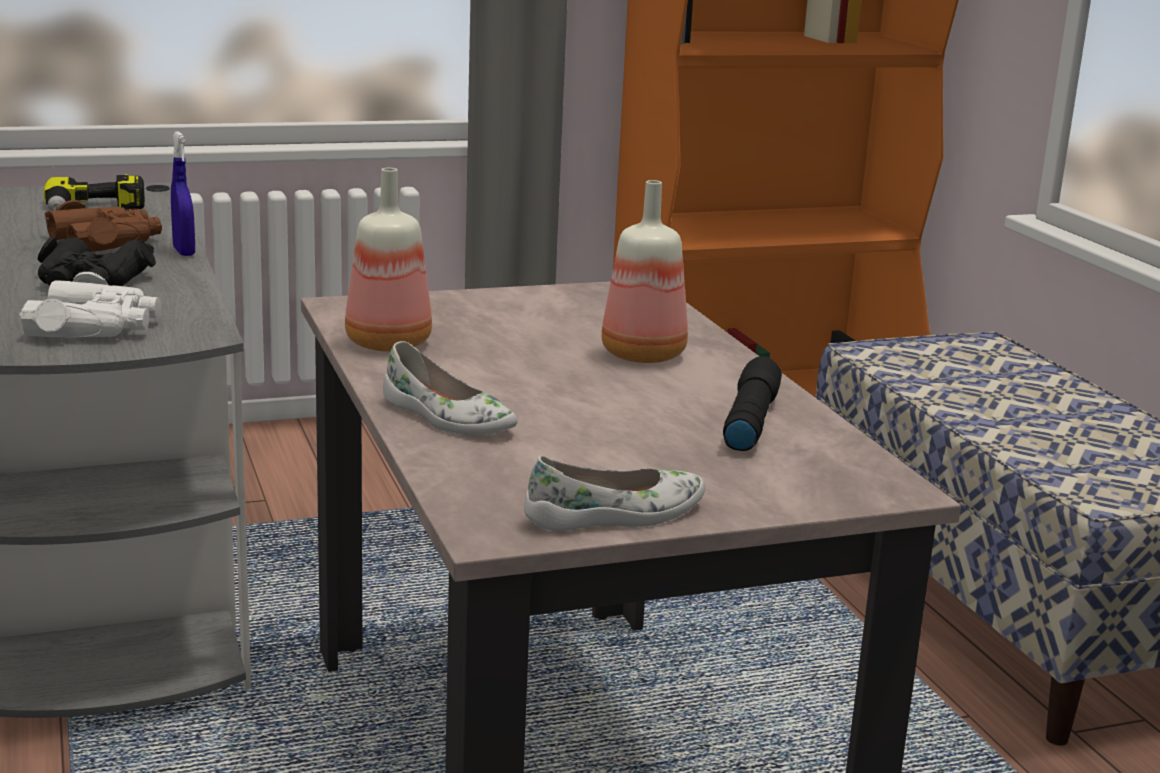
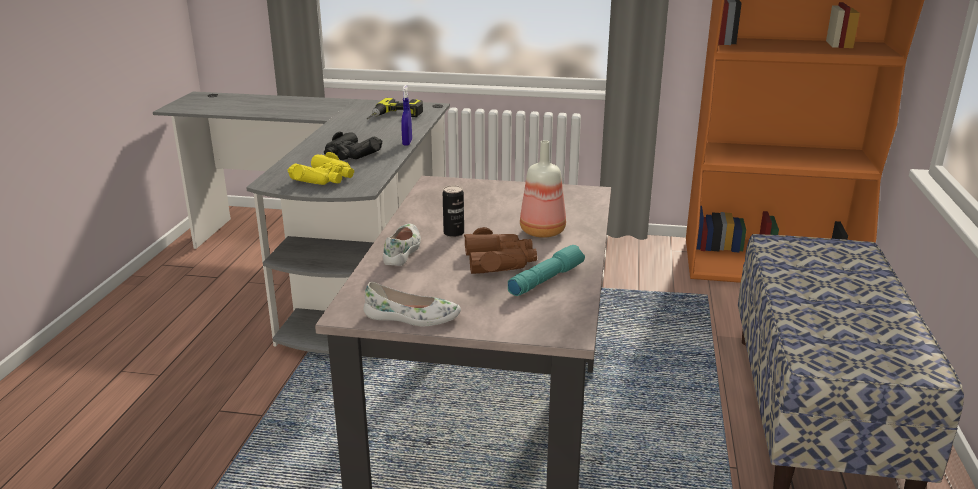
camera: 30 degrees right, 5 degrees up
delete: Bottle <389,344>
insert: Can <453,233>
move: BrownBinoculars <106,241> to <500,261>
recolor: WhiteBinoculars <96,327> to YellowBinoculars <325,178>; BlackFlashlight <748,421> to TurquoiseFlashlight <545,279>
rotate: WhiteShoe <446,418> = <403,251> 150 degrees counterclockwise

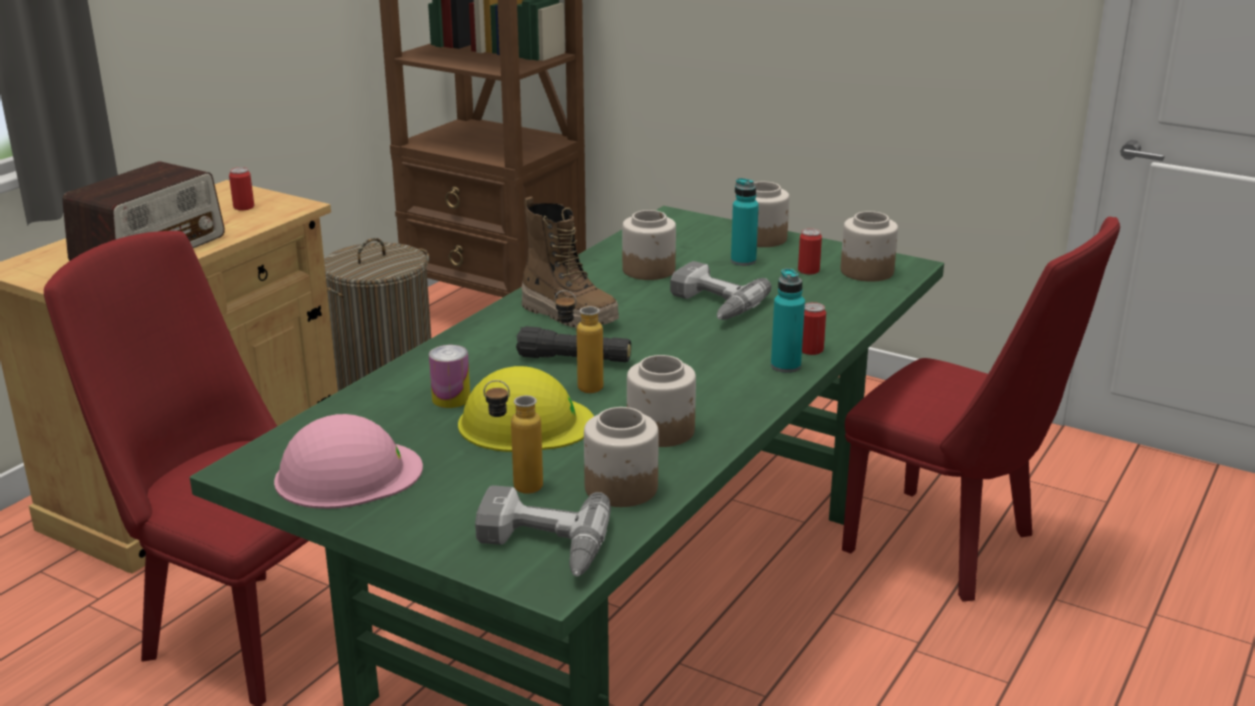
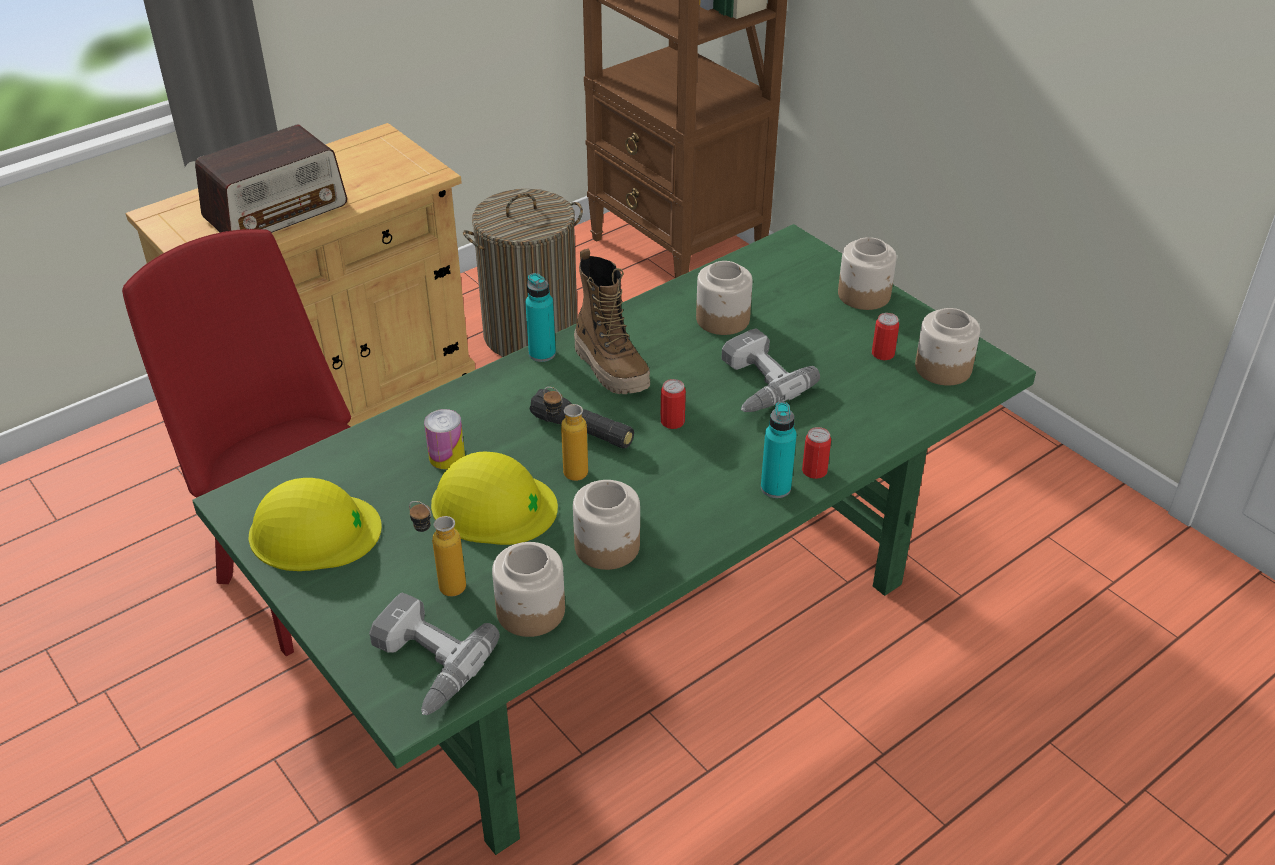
camera: 20 degrees right, 15 degrees up
delete: RedChair <954,548>
move: Can <244,207> to <672,422>; TurquoiseBottle <743,261> to <542,354>
recolor: PinkHardHat <347,474> to YellowHardHat <314,531>

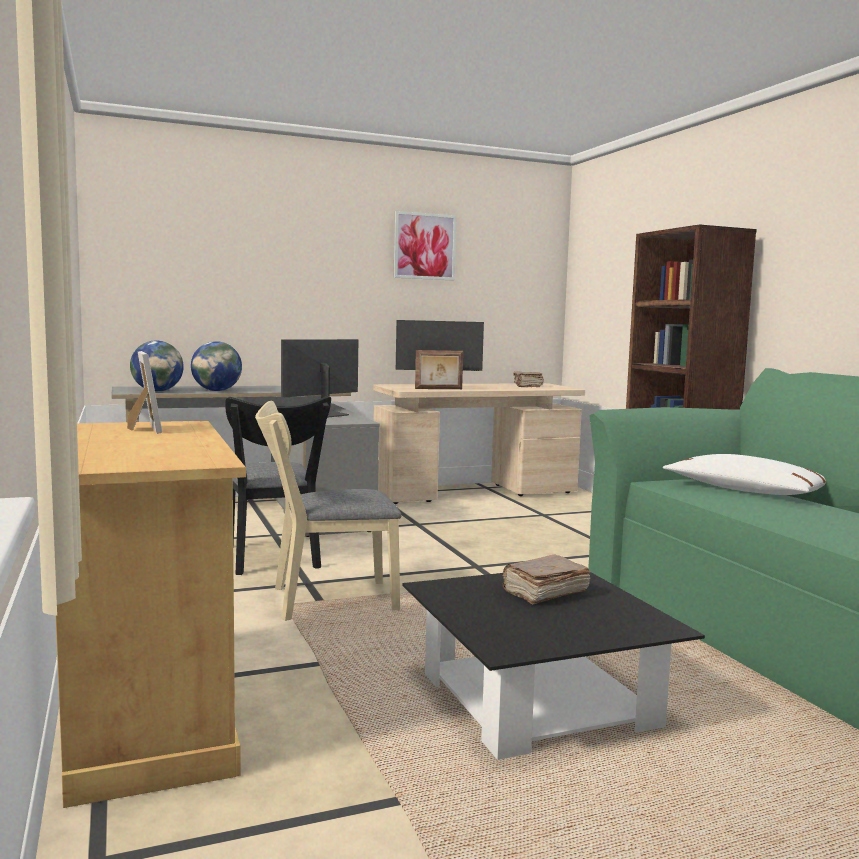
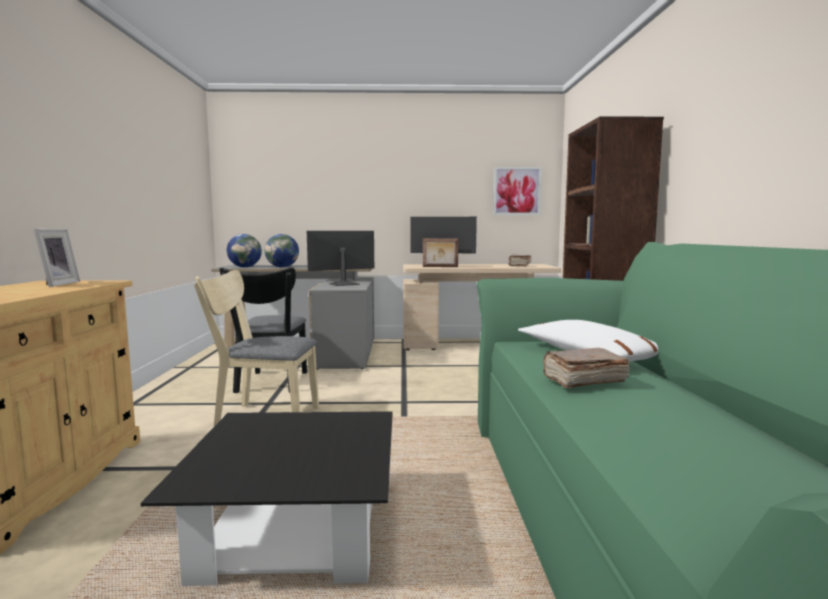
camera: 20 degrees right, 0 degrees up
move: Picture <424,246> to <517,191>; BrownBook <544,593> to <582,380>

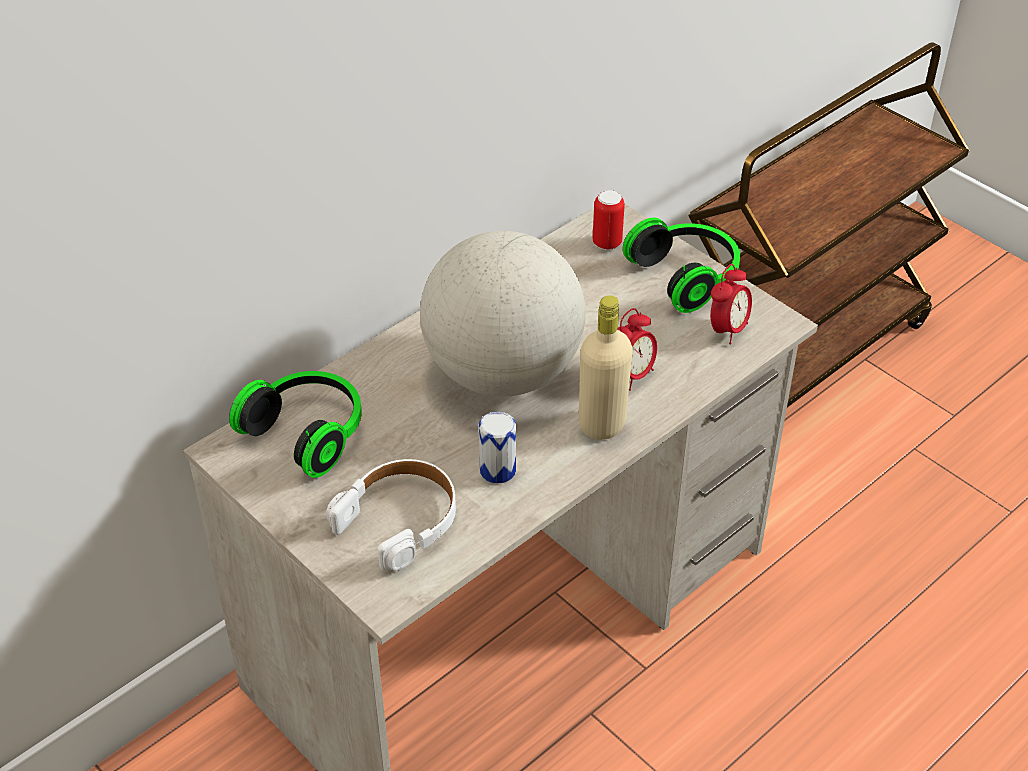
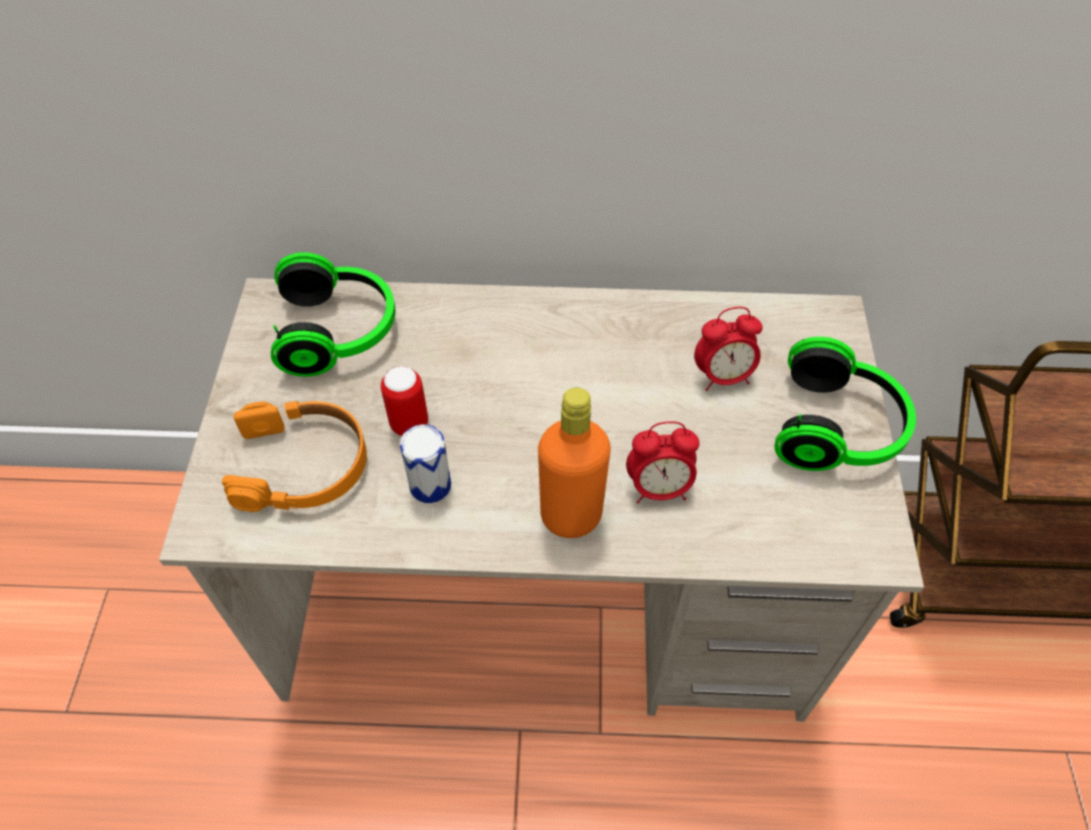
camera: 45 degrees right, 10 degrees up
delete: Globe <502,373>
move: Can <607,243> to <409,424>; AlarmClock <727,330> to <722,376>
recolor: BeigeBottle <602,424> to OrangeBottle <571,516>; WhiteHeadphones <399,520> to OrangeHeadphones <303,465>

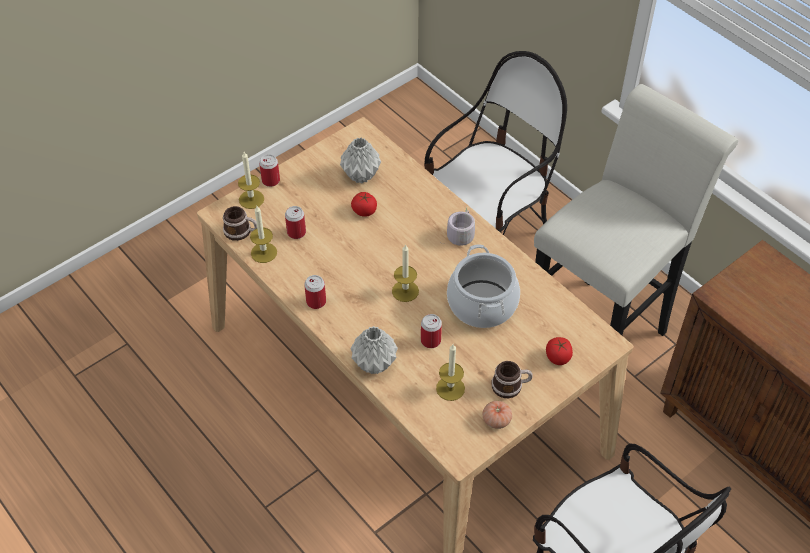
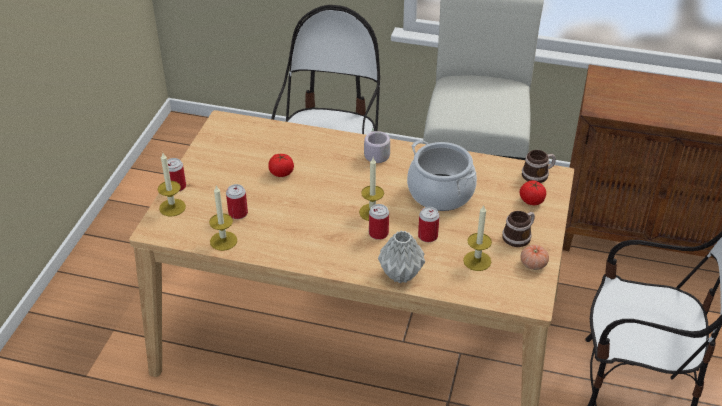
camera: 35 degrees left, 10 degrees down
delete: GreyVase <360,176>
move: Mug <241,232> to <538,175>; Can <316,301> to <378,233>

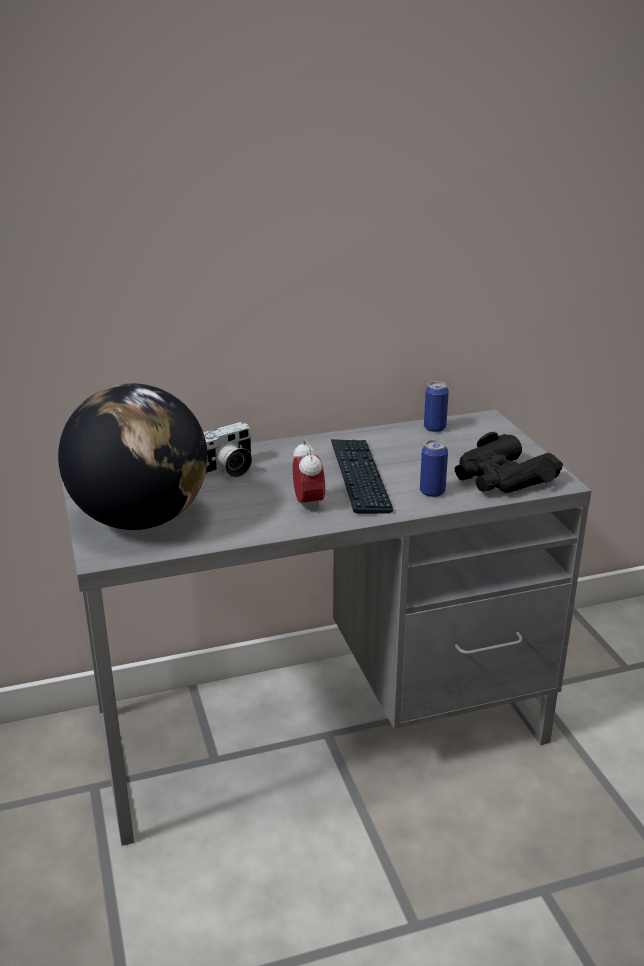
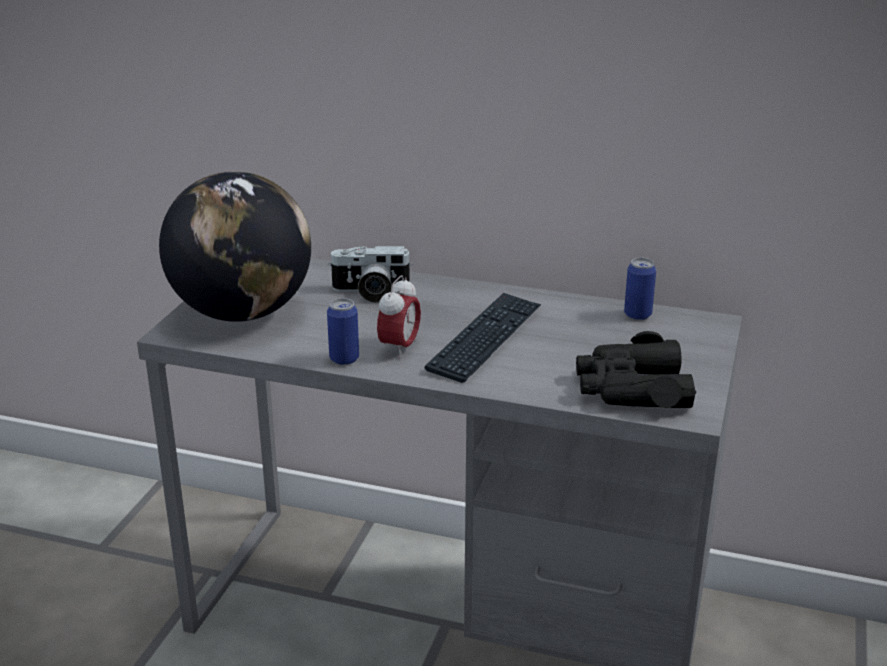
camera: 35 degrees right, 0 degrees up
move: Can <432,492> to <344,359>

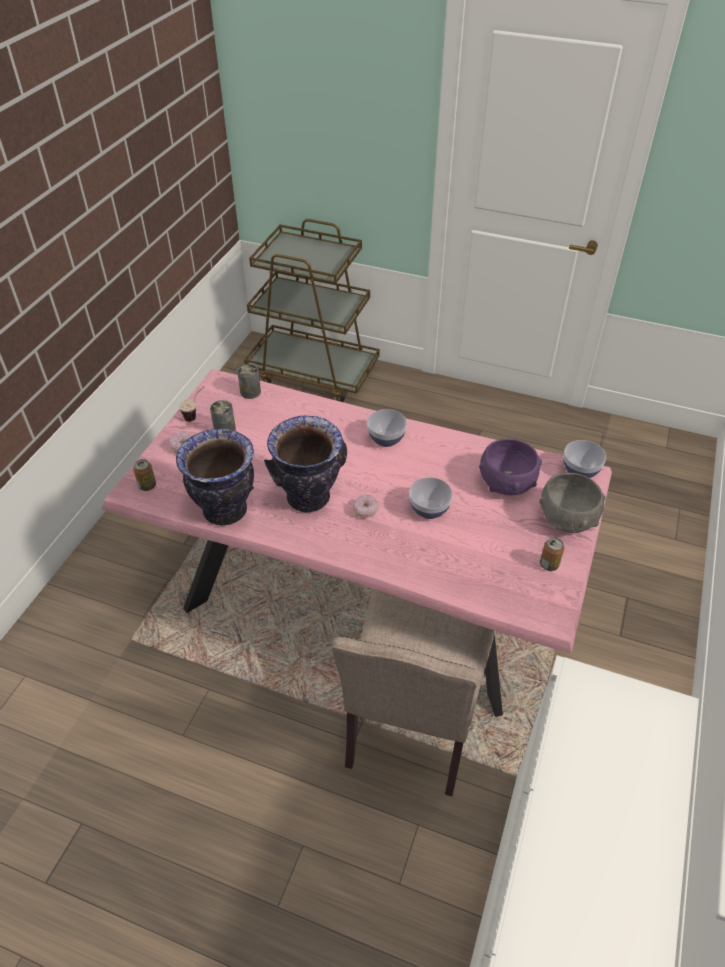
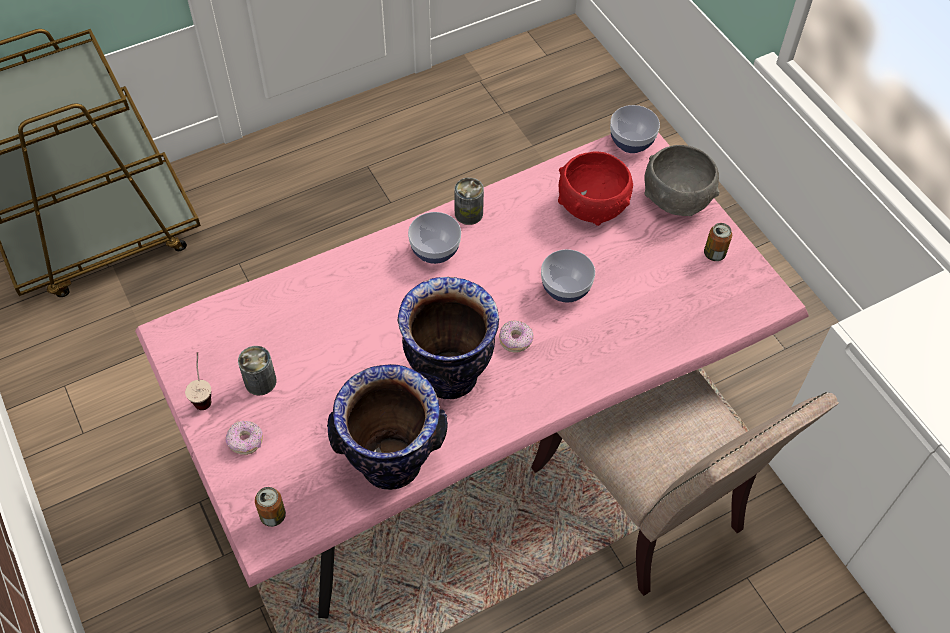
camera: 50 degrees left, 10 degrees up
move: Can <250,392> to <468,213>
recolor: PurpleBowl <506,483> to RedBowl <592,206>

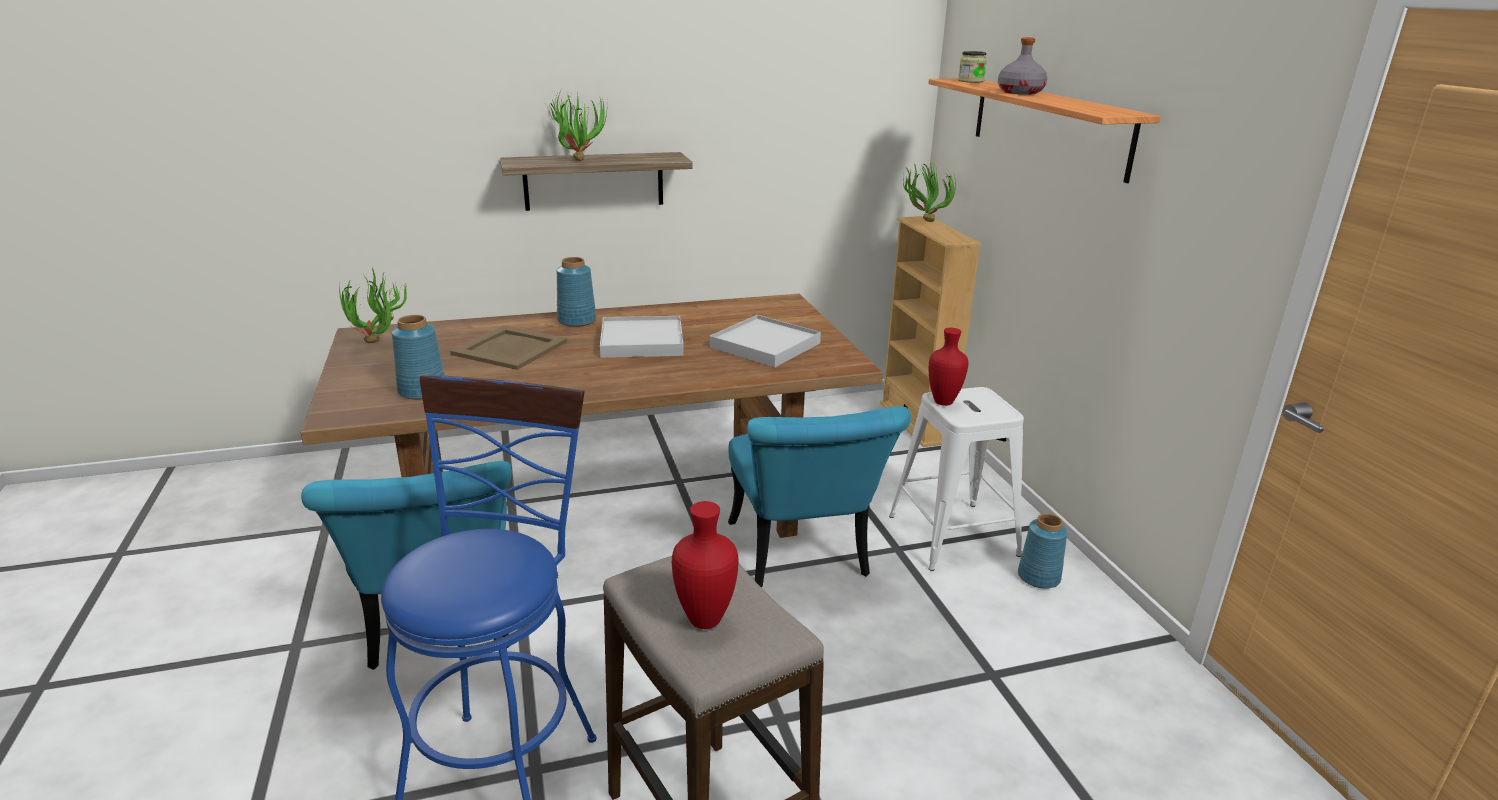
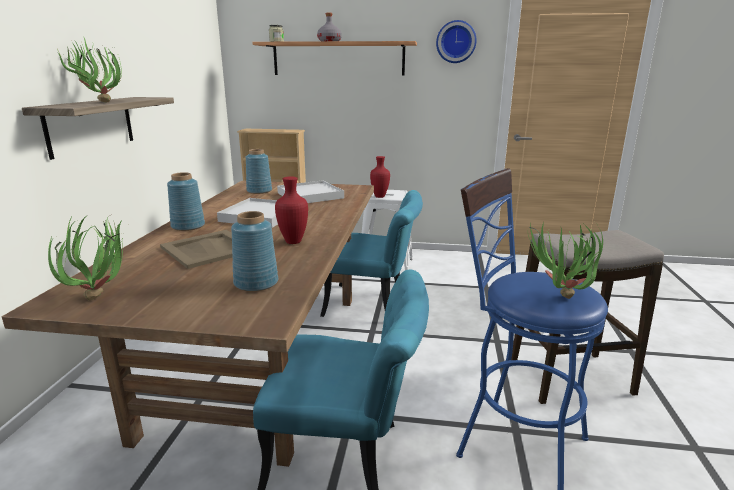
camera: 65 degrees left, 5 degrees down
insert: WallClock <456,42>
move: PottedPlant <922,220> to <561,300>; RedVase <707,620> to <294,241>; BlueVase <1038,577> to <259,191>

